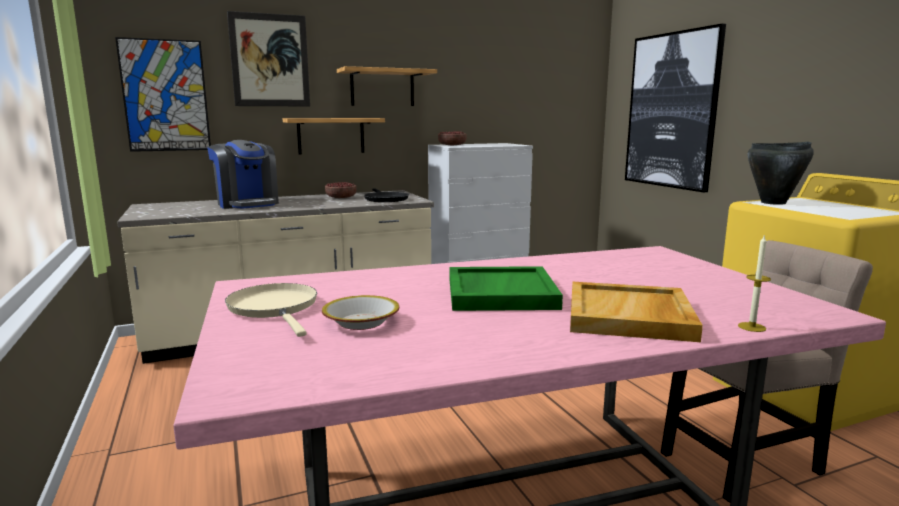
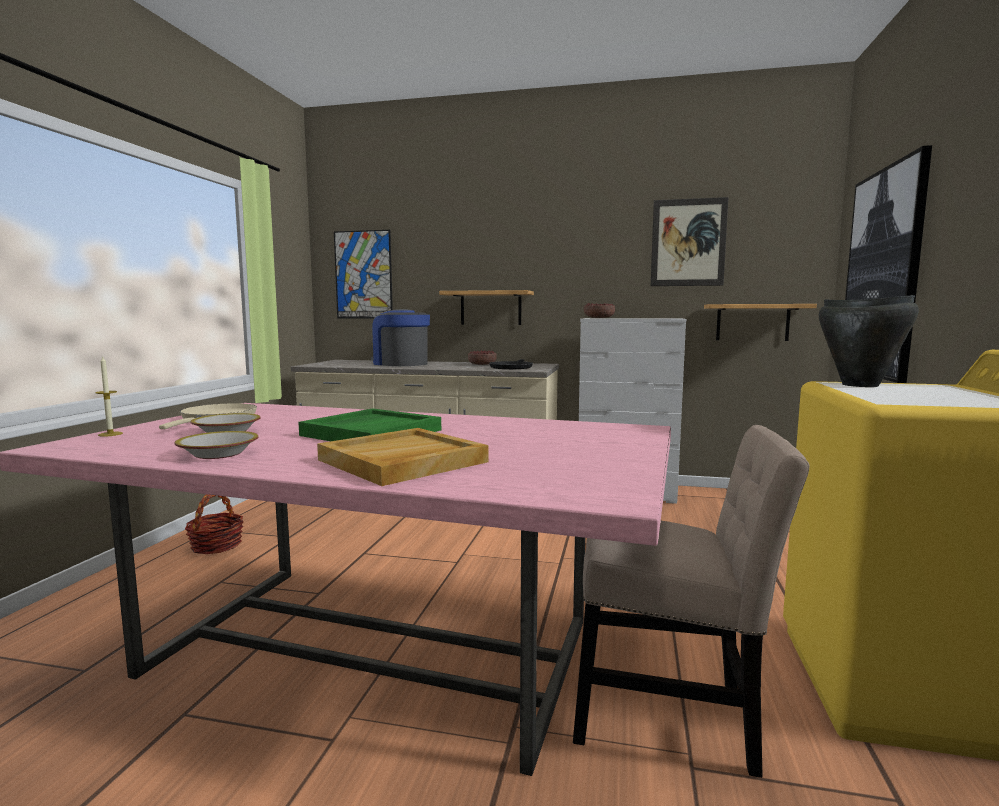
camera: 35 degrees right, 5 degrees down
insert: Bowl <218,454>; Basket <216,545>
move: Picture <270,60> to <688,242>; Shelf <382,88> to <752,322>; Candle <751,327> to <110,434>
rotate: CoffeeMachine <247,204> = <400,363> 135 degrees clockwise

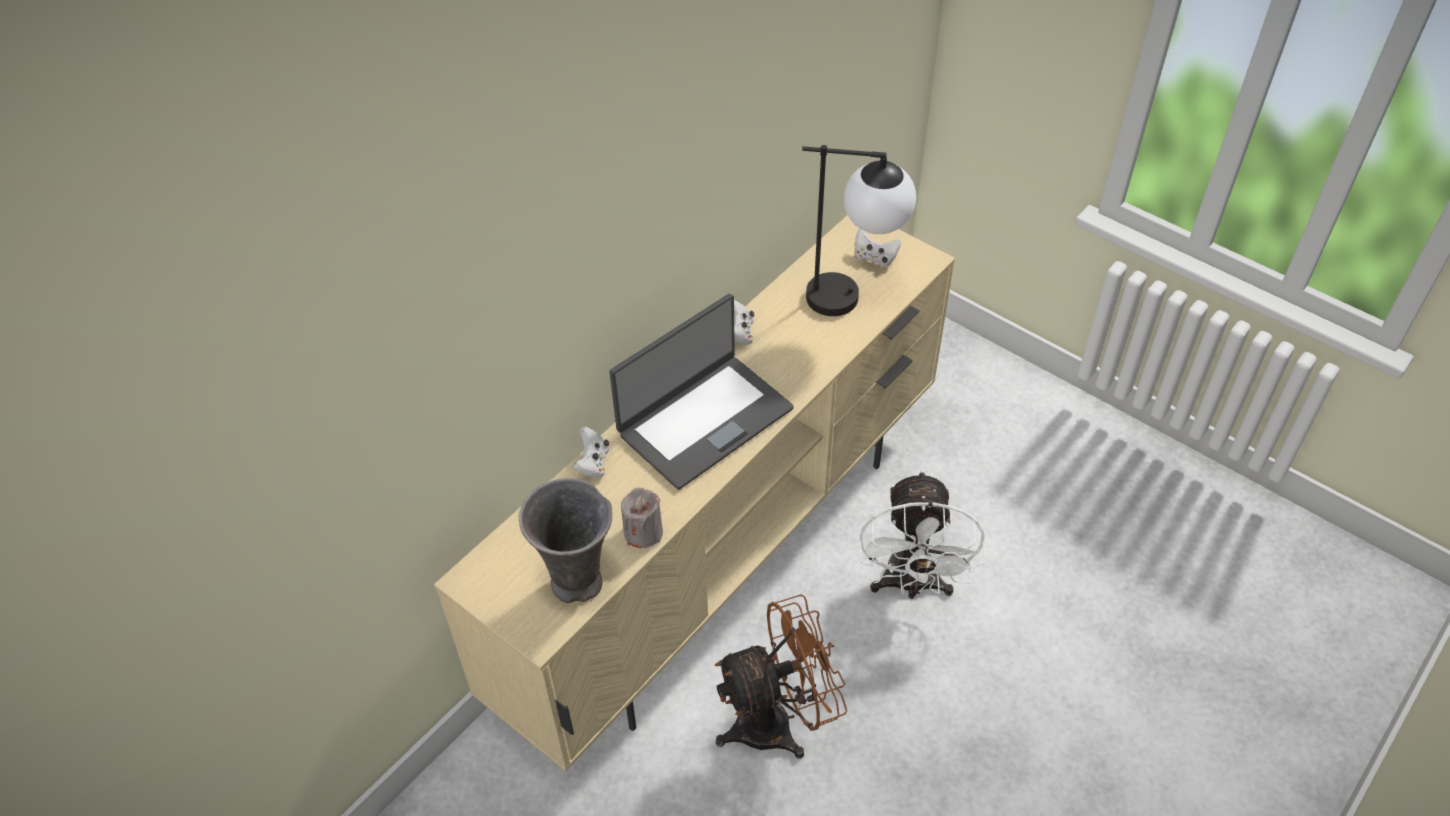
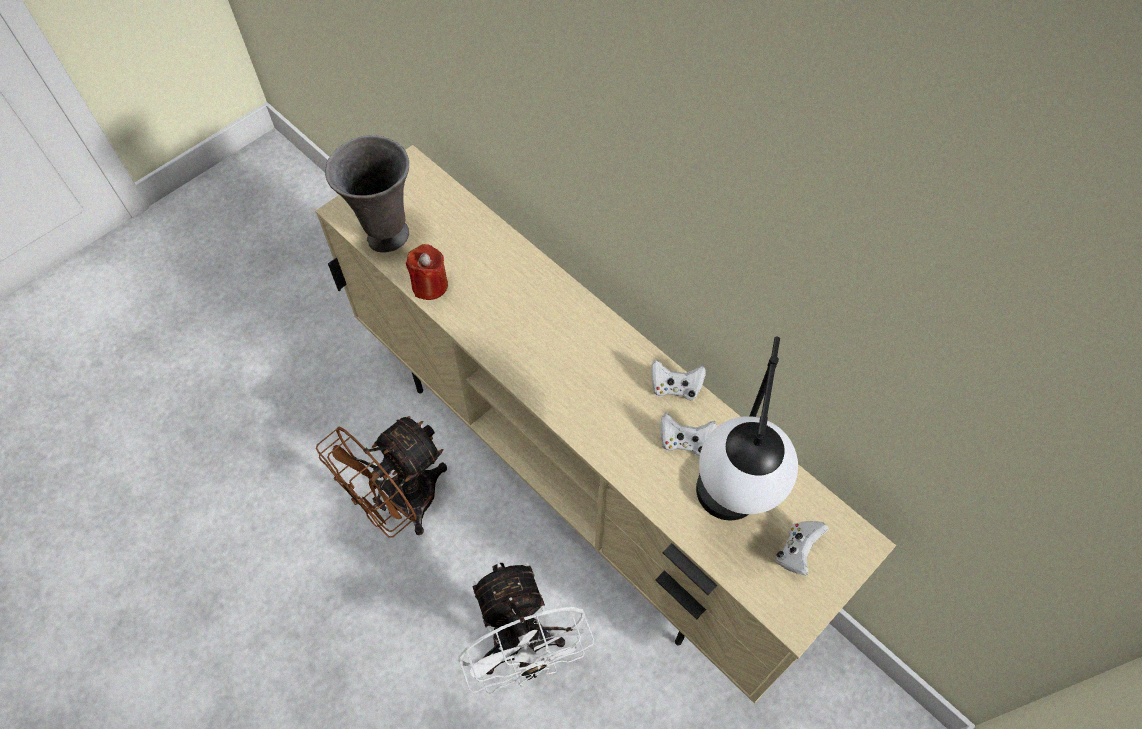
camera: 95 degrees right, 10 degrees up
delete: Laptop <704,420>
move: WhiteGameController <593,463> to <685,442>
recolor: GreyCandle <643,532> to RedCandle <430,285>
rotate: WhiteFan <911,585> = <523,651> 120 degrees counterclockwise; BrownFan <778,722> = <401,504> 60 degrees clockwise

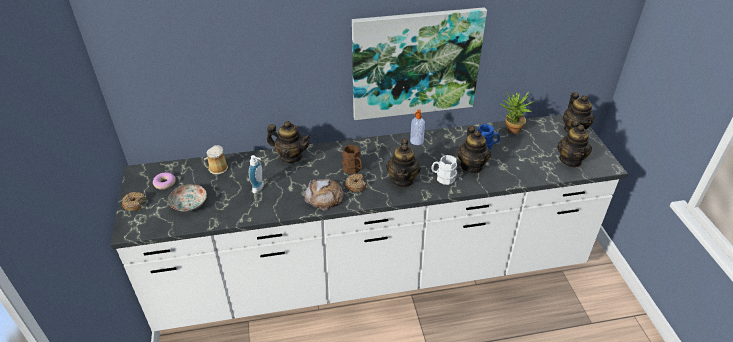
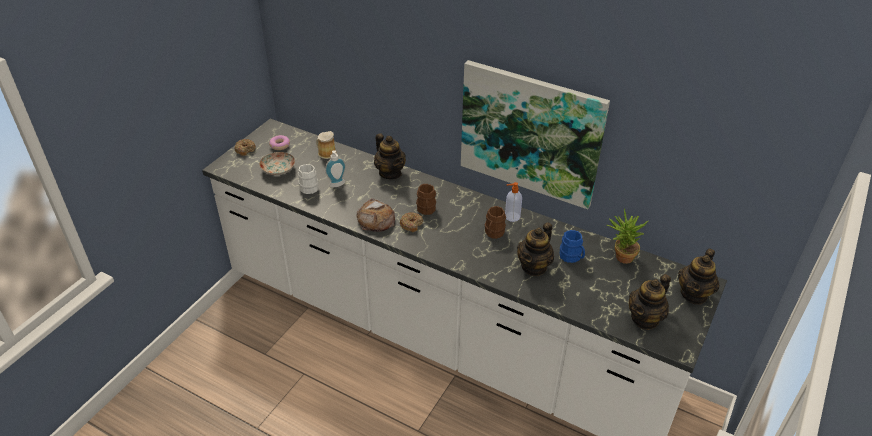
camera: 40 degrees right, 0 degrees up
delete: Teapot <403,180>
insert: BrownMug <493,233>
move: WhiteMug <443,178> to <307,187>

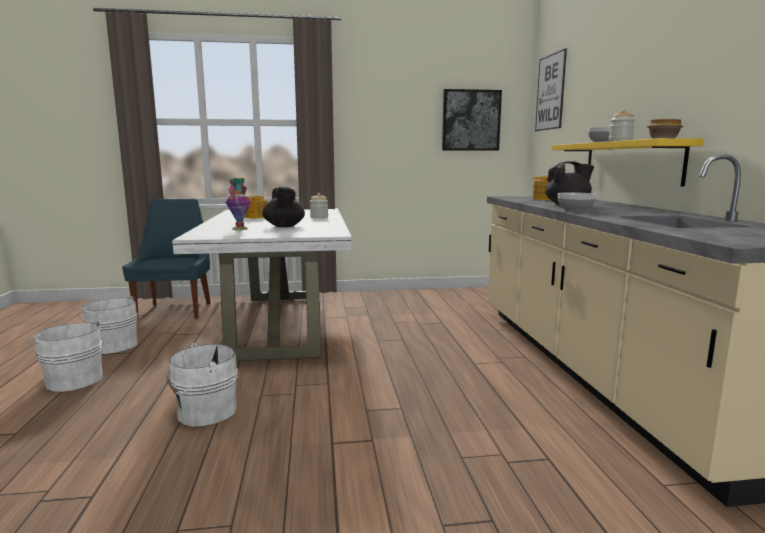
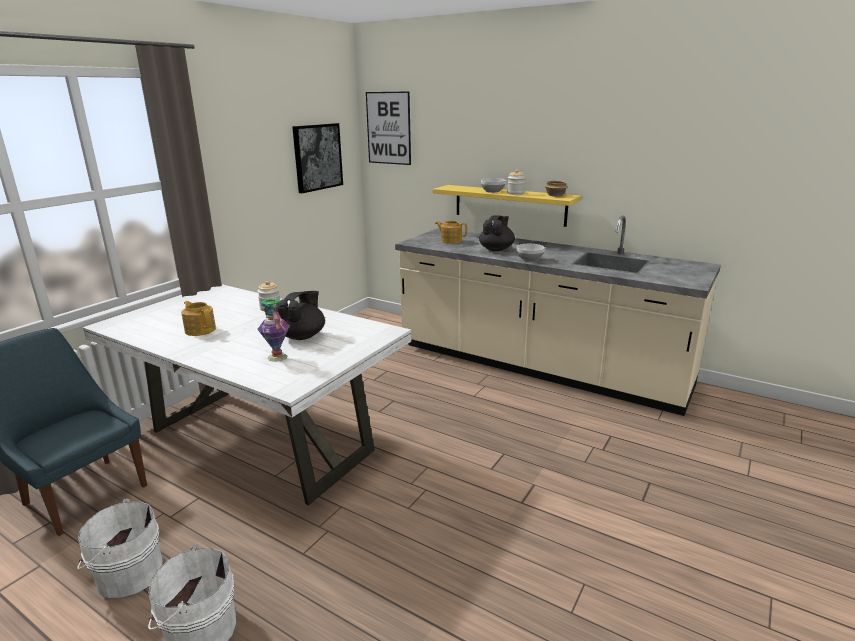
camera: 50 degrees left, 10 degrees up
delete: WhiteBucket <204,412>
rotate: BlackTeapot <284,226> = <303,336> 90 degrees counterclockwise

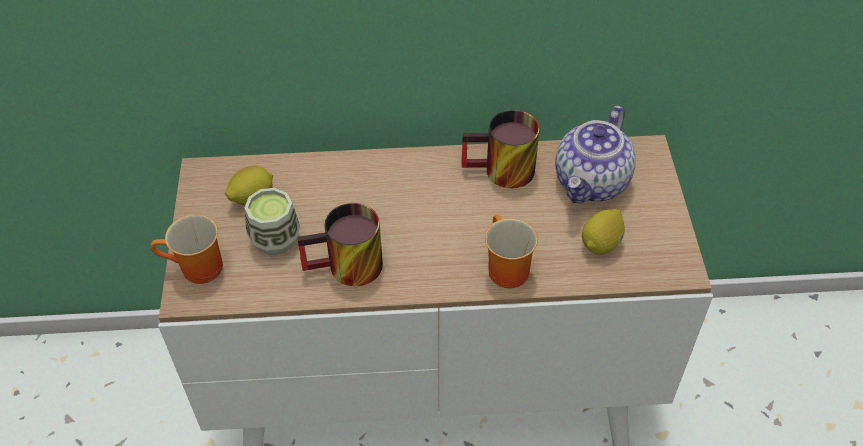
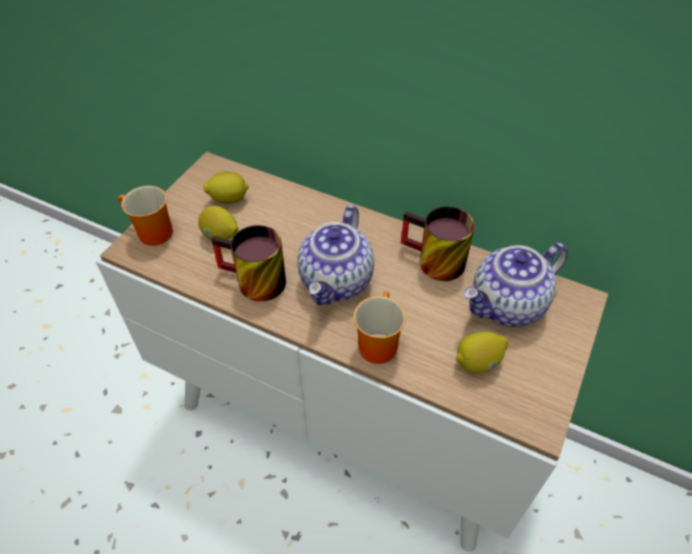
camera: 30 degrees right, 0 degrees up
insert: Teapot <337,281>
replace: Cup <275,239> to Lemon <220,236>

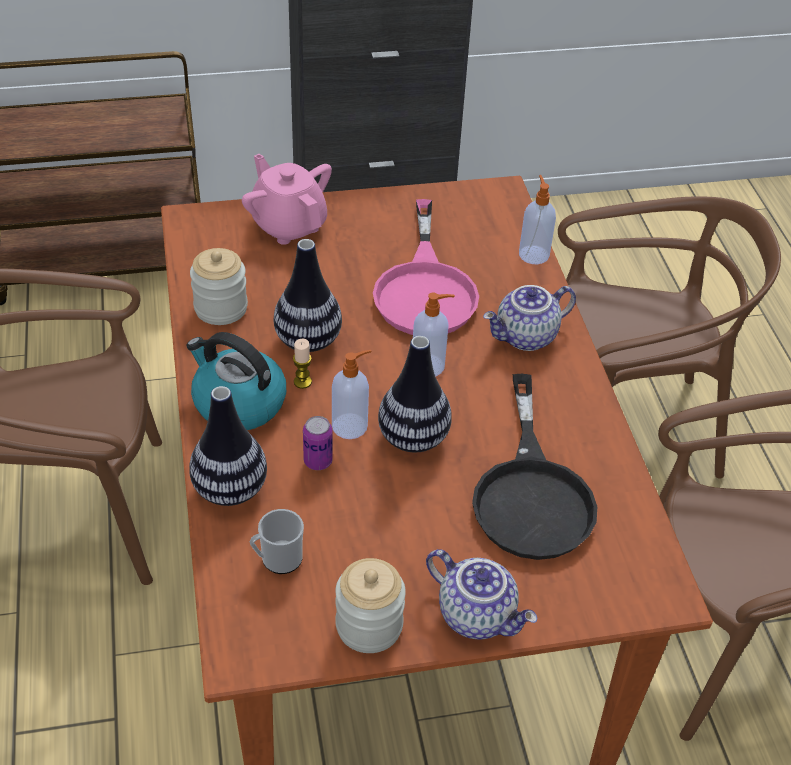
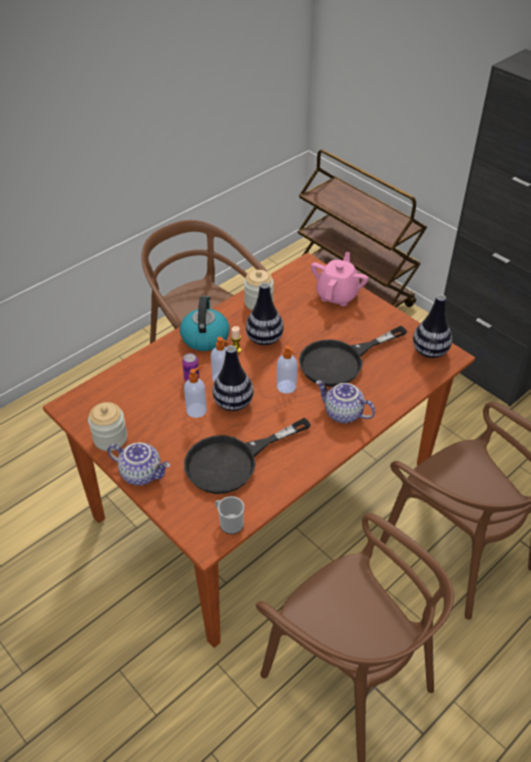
camera: 60 degrees right, 0 degrees up
move: SoapDispenser <533,254> to <197,410>; Vase <230,489> to <430,351>; Mug <277,559> to <229,523>
recolor: PinkFryingPan <425,289> to BlackFryingPan <341,361>
rotate: Teapot <478,614> = <142,473> 75 degrees counterclockwise

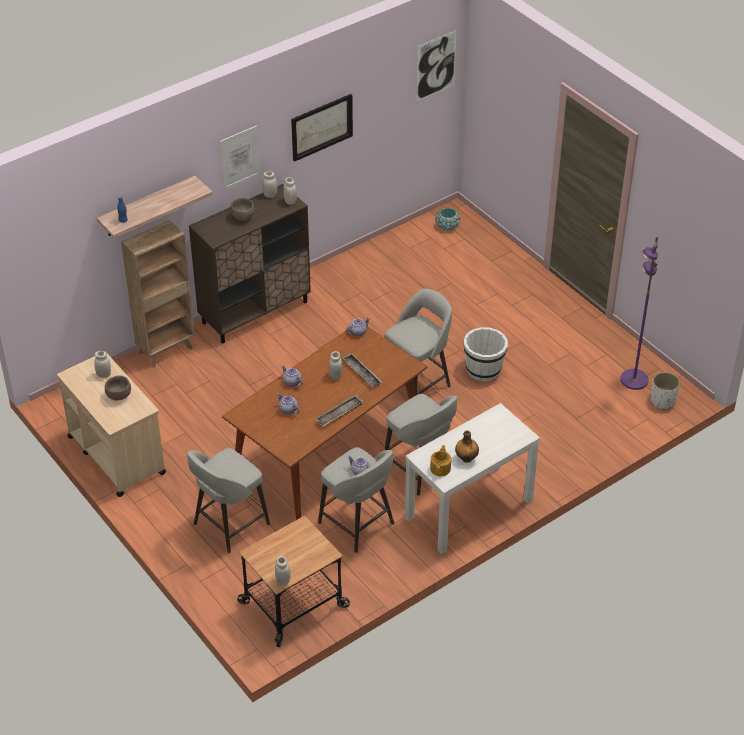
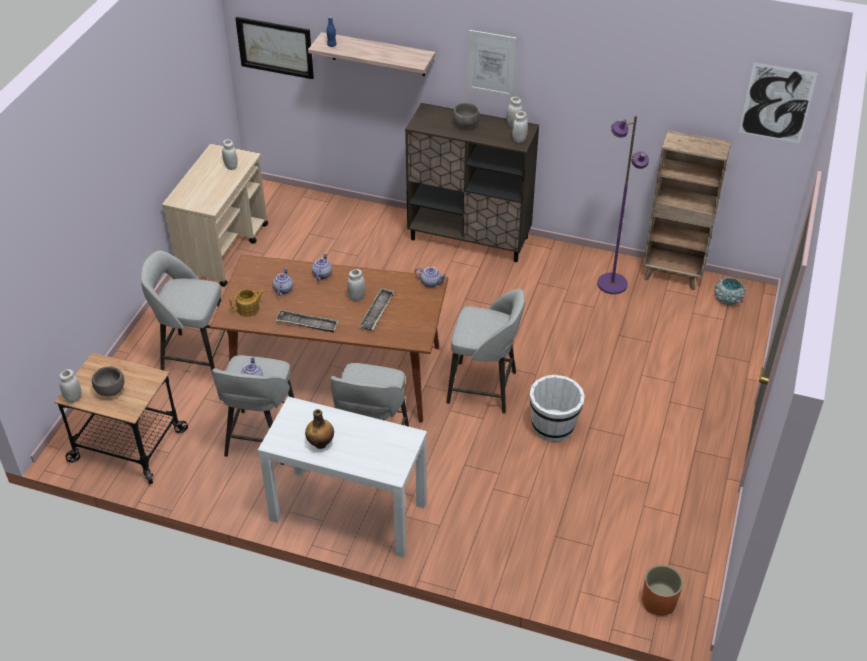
camera: 55 degrees right, 0 degrees up
move: Picture <321,127> to <275,47>; BrownBookcase <167,350> to <672,276>; PurpleFloorLamp <633,380> to <611,283>; BrownBowl <119,396> to <111,390>; Teapot <440,468> to <249,309>
recolor: WhitePlanter <662,401> to OrangePlanter <658,602>

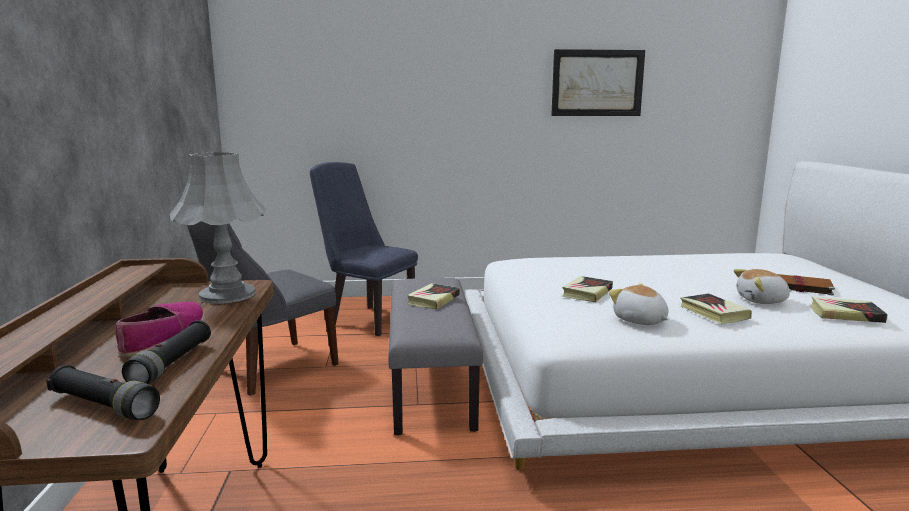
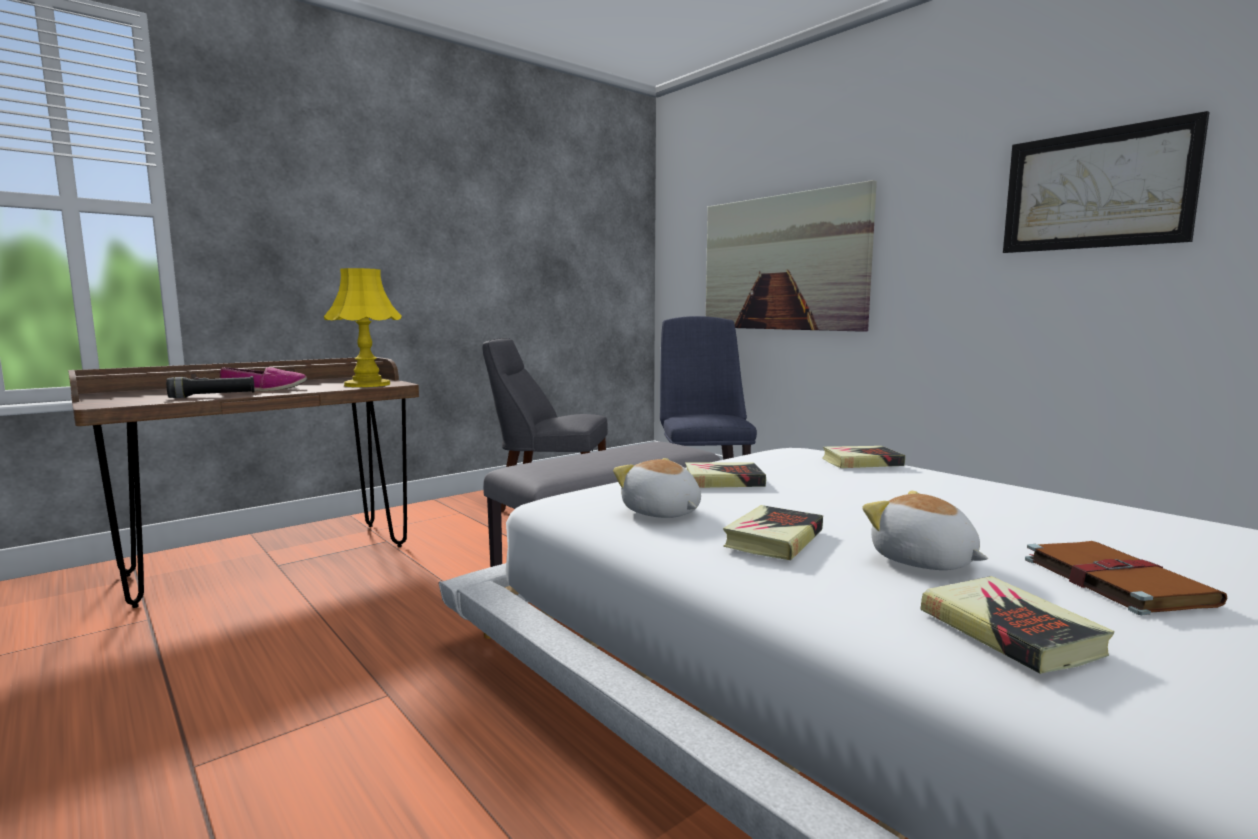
camera: 55 degrees right, 5 degrees down
delete: BlackFlashlight <104,406>
insert: Picture <782,263>
move: Book <433,300> to <861,462>
recolor: GreyTableLamp <227,295> to YellowTableLamp <367,384>
rotate: PlushToy <639,321> = <661,513> 60 degrees counterclockwise

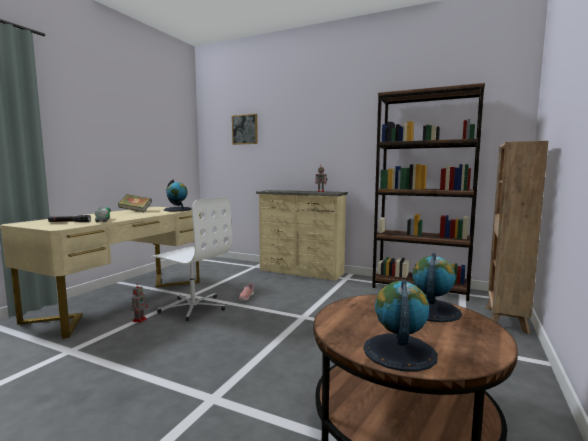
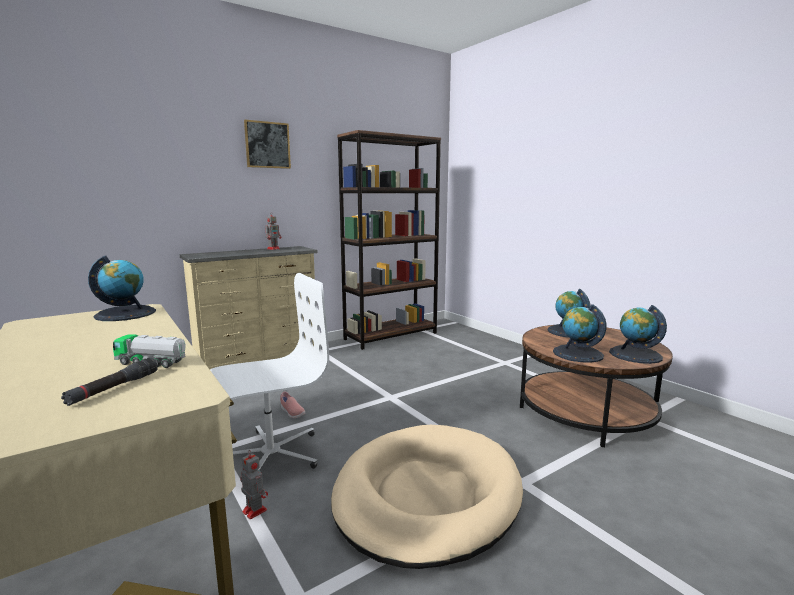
camera: 60 degrees left, 5 degrees up
delete: BrownBookcase <505,320>; Book <135,211>
insert: Globe <577,354>; BeigeDogBed <427,495>
move: Picture <245,129> to <267,145>

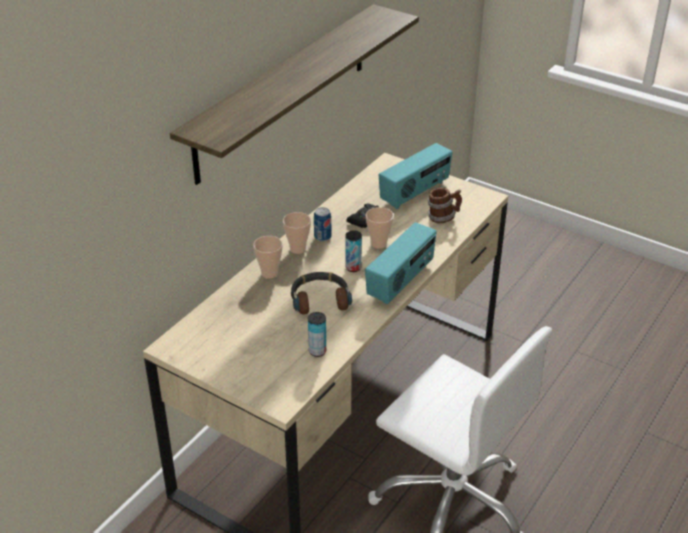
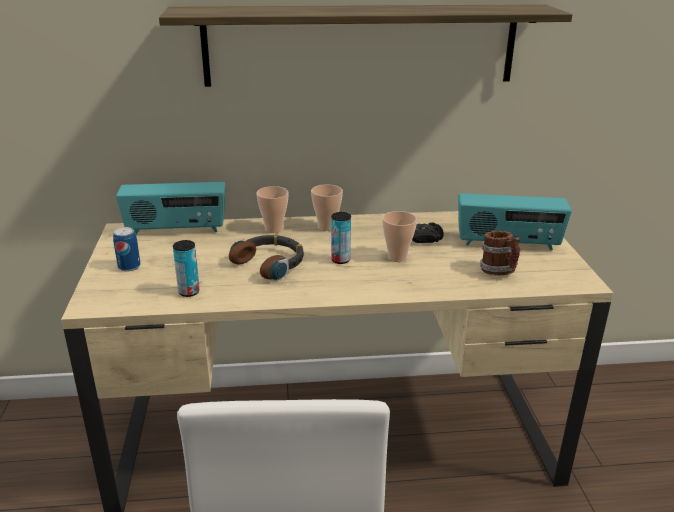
camera: 50 degrees right, 10 degrees down
move: Can <322,237> to <129,267>; Radio <401,281> to <176,230>

